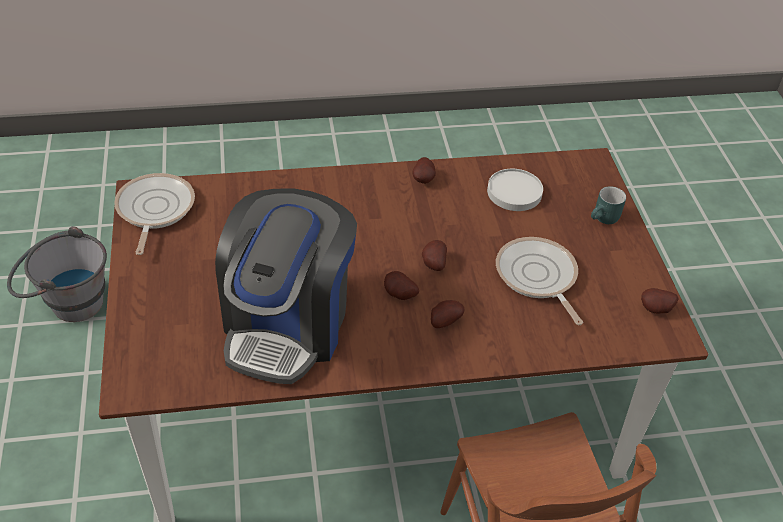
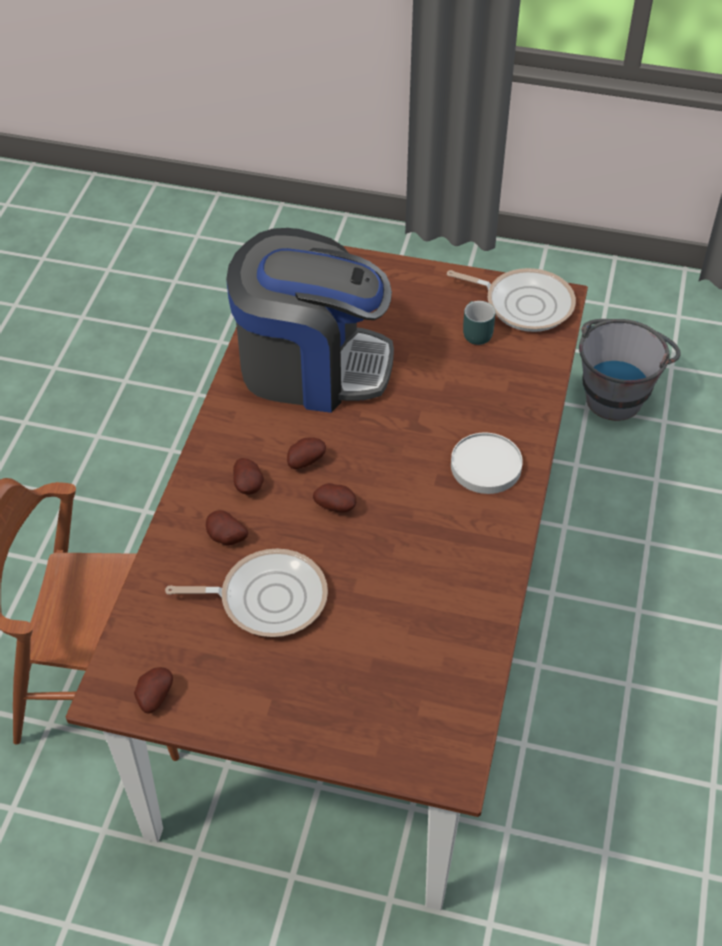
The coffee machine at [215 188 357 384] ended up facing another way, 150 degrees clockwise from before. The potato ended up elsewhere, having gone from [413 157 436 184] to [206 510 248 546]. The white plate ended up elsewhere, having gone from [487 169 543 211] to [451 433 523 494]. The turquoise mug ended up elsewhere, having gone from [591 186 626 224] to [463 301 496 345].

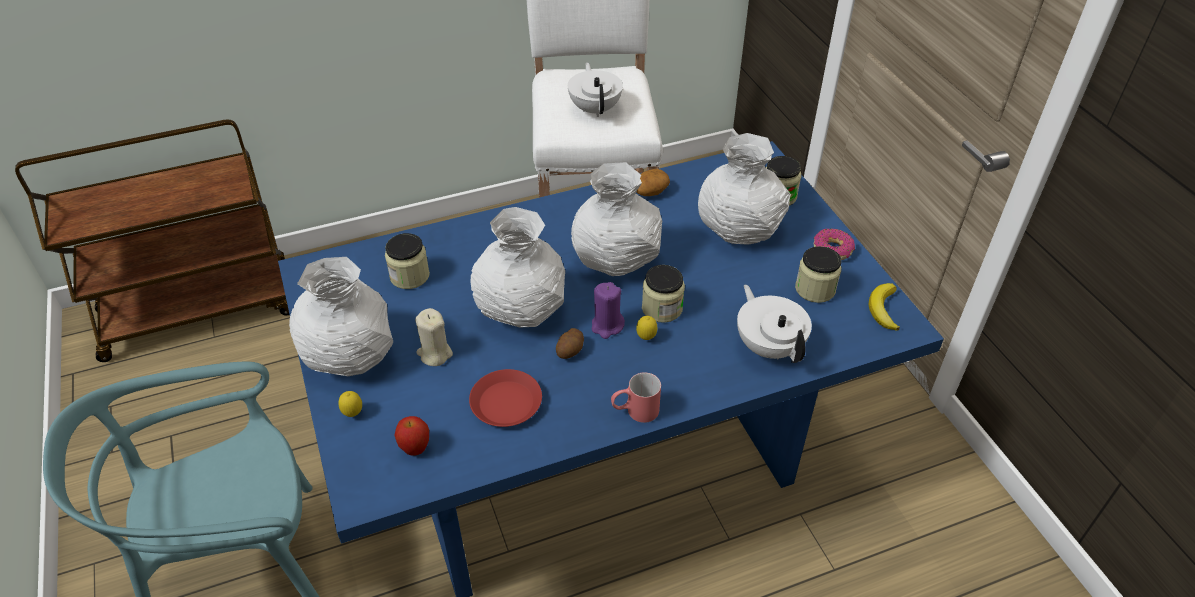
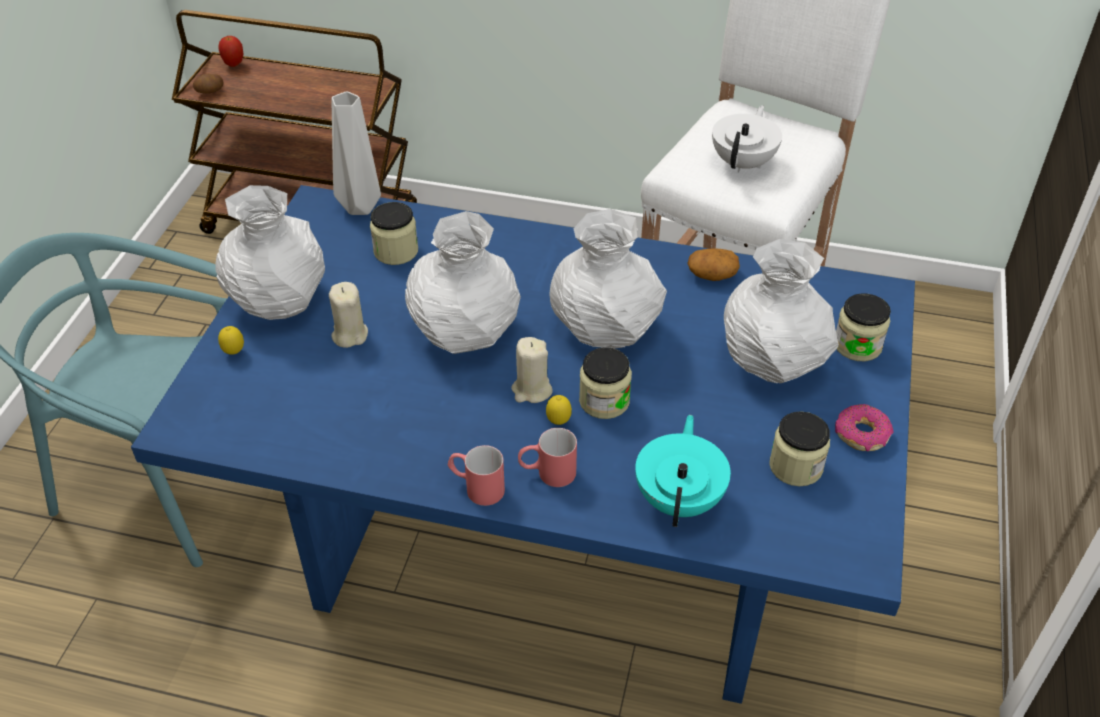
The apple ended up elsewhere, having gone from [394 416 429 455] to [218 36 243 67]. The second view lost the red plate at [469 369 542 427]. The potato ended up elsewhere, having gone from [556 328 584 359] to [193 74 223 93]. What was the purple candle at [592 282 625 339] turned into the beige candle at [511 337 553 403]. What was the white teapot at [737 285 812 363] turned into the turquoise teapot at [635 415 731 527]. The second view lost the banana at [869 283 900 331]. The second view gained the grey vase at [332 91 381 215]. The second view gained the red mug at [518 428 577 487].

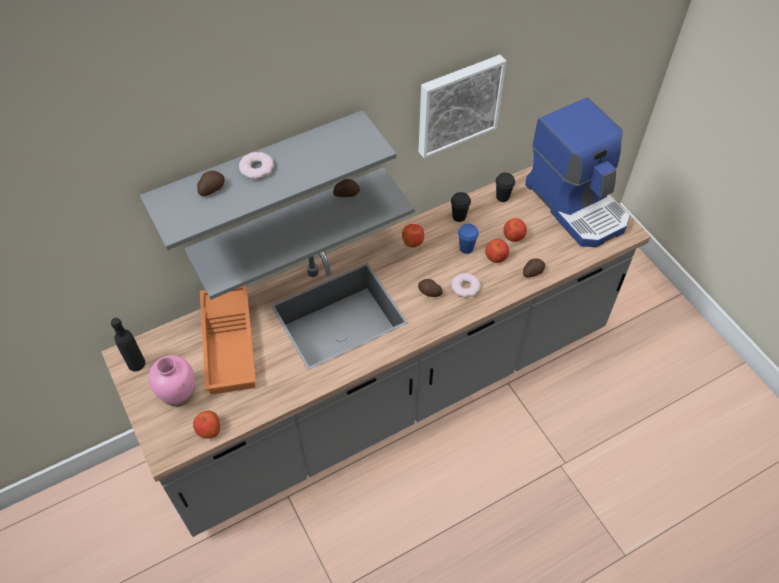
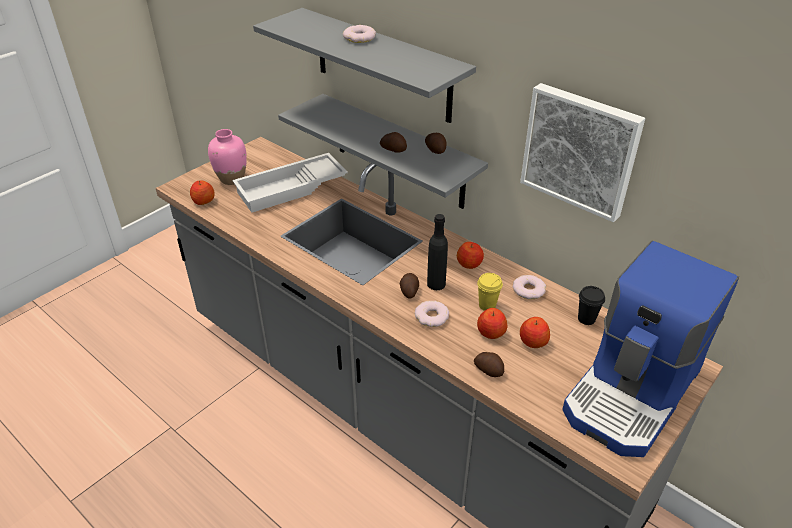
The black bottle ended up elsewhere, having gone from [111 318 145 371] to [427 214 448 290]. The potato ended up elsewhere, having gone from [197 171 225 196] to [380 132 407 153]. What was the orange tray at [200 285 256 395] turned into the white tray at [232 153 348 213]. Where the black cup stood at [451 192 471 222], the donut came to stand at [513 275 546 299]. What was the blue cup at [458 224 479 254] turned into the yellow cup at [477 273 503 311].

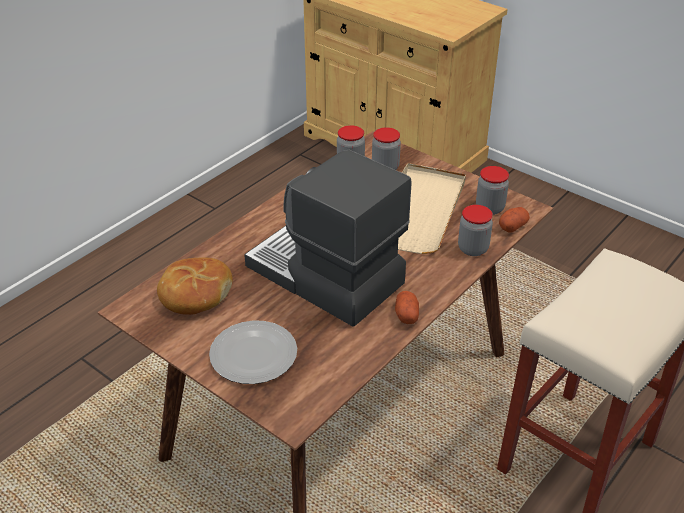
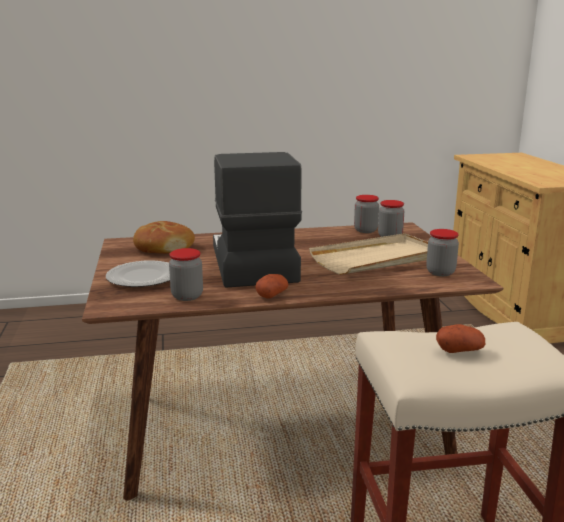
The jar ended up elsewhere, having gone from [458 205 493 256] to [169 248 203 301]. The potato ended up elsewhere, having gone from [499 207 530 233] to [436 324 485 353].

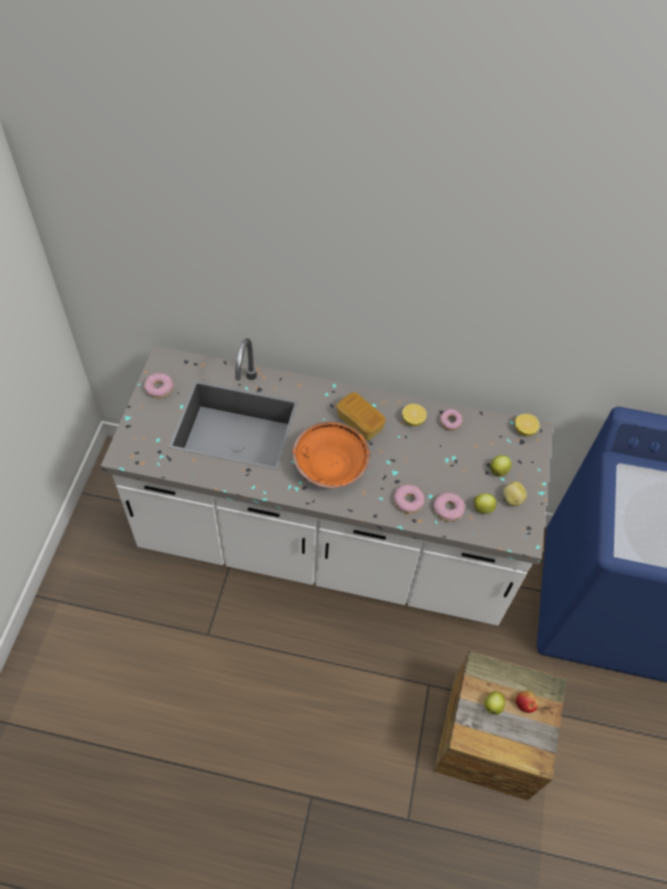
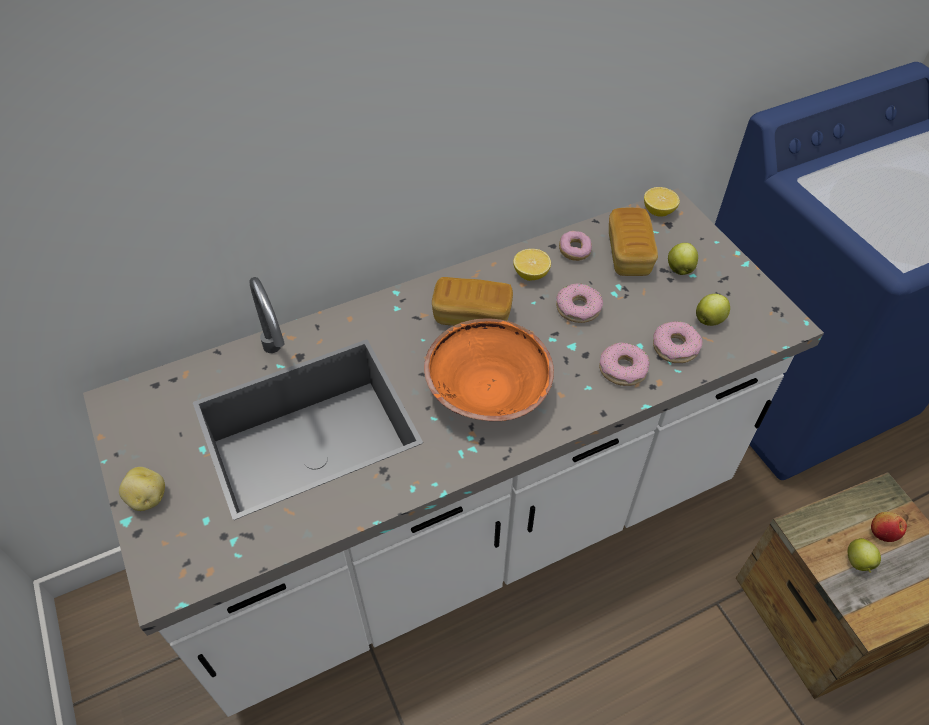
The donut ended up elsewhere, having gone from [144 373 174 399] to [556 284 603 323]. The potato ended up elsewhere, having gone from [503 481 527 506] to [119 467 165 511]. The second view gained the bread at [609 208 658 276].

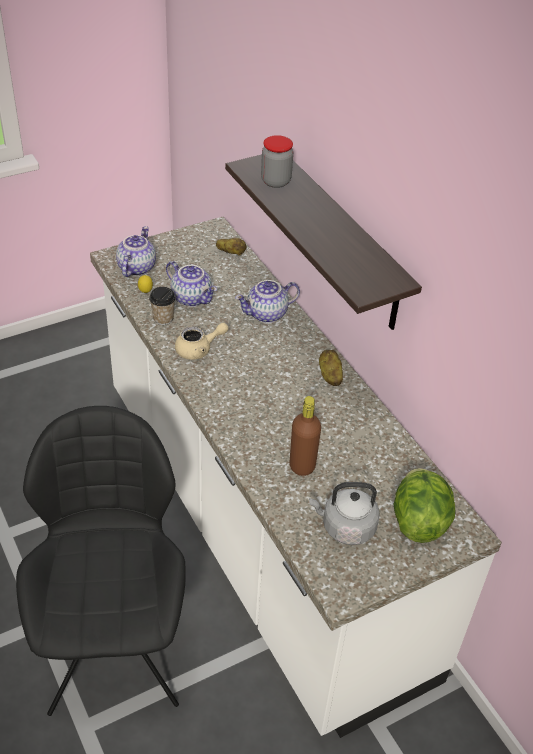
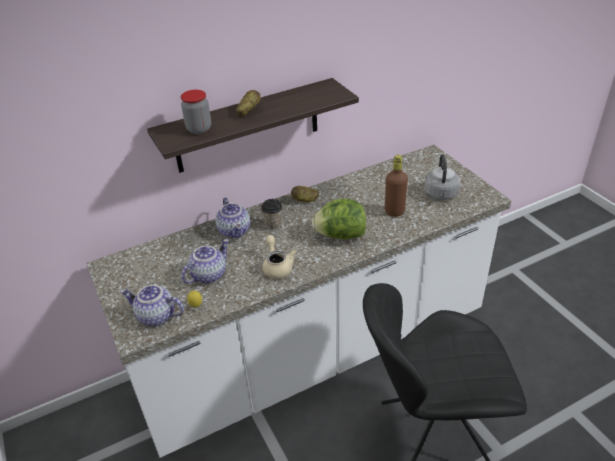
The cup ended up elsewhere, having gone from [149 287 176 325] to [261 199 282 230]. The potato ended up elsewhere, having gone from [216 238 247 256] to [236 90 261 117]. The lettuce ended up elsewhere, having gone from [393 468 456 543] to [312 199 366 239].

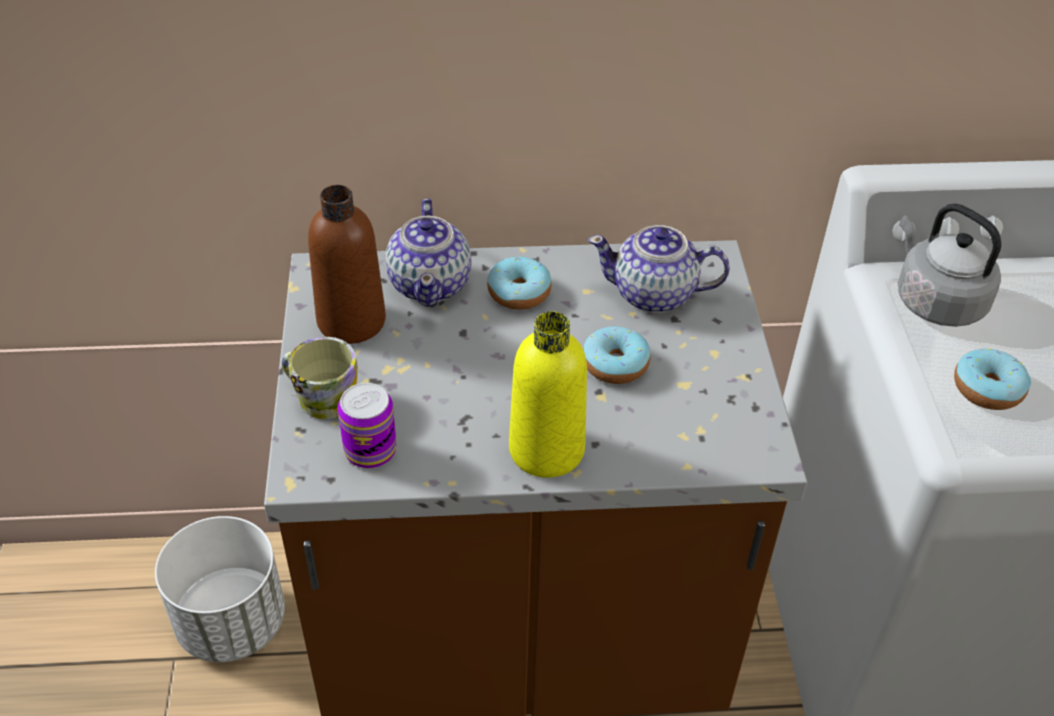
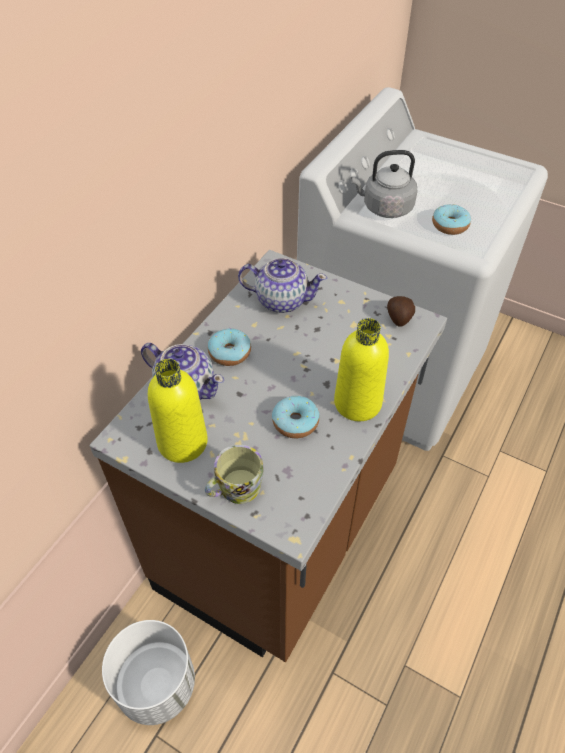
What was the brown bottle at [308 185 386 344] turned into the yellow bottle at [148 359 208 463]. The second view lost the can at [338 383 397 468]. The donut ended up elsewhere, having gone from [583 326 651 384] to [272 396 319 438]. The teapot at [588 225 730 313] ended up facing another way, 120 degrees counterclockwise from before. The second view gained the potato at [387 296 415 327].

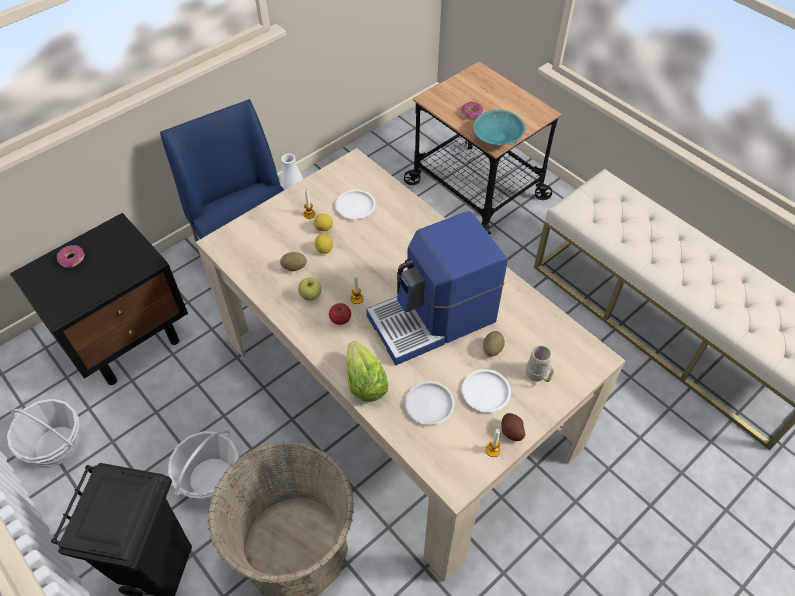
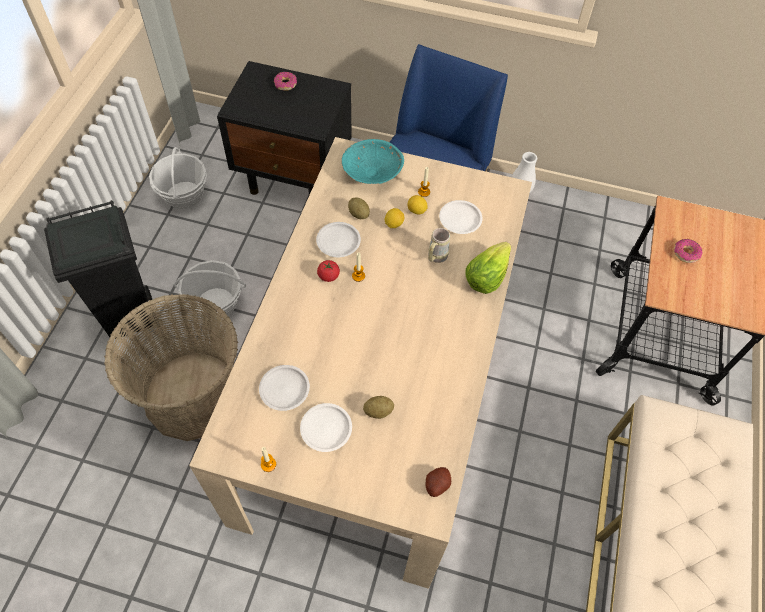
Where the apple stood at [298 277 322 301], the white plate came to stand at [316 222 361 257]. The lettuce ended up elsewhere, having gone from [346 341 388 402] to [465 242 511 294]. The second view lost the coffee machine at [366 211 507 365]. The turquoise bowl ended up elsewhere, having gone from [473 110 525 145] to [342 139 404 184]. The potato ended up elsewhere, having gone from [502 413 525 441] to [426 467 451 497]. The beige mug ended up elsewhere, having gone from [526 345 555 382] to [428 228 450 263].

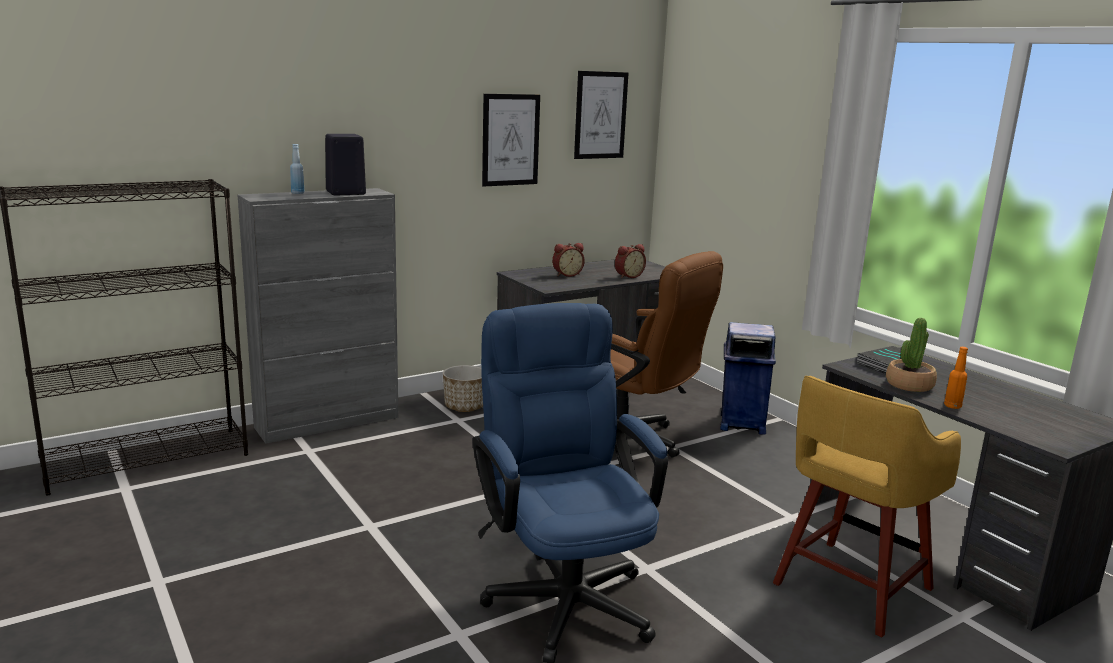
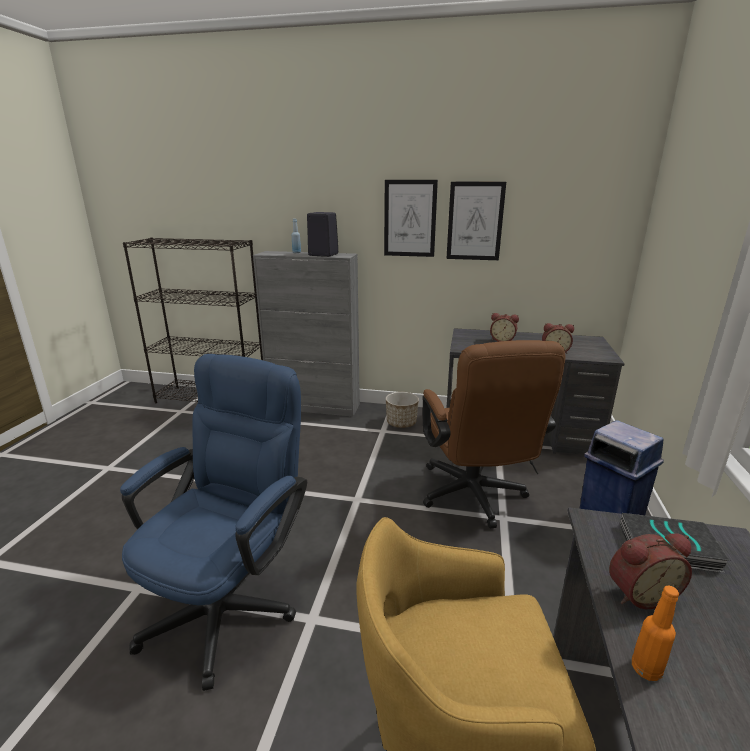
The picture ended up elsewhere, having gone from [574 71 628 159] to [384 180 438 257]. Where the potted plant stood at [886 318 937 392], the alarm clock came to stand at [609 533 692 609].

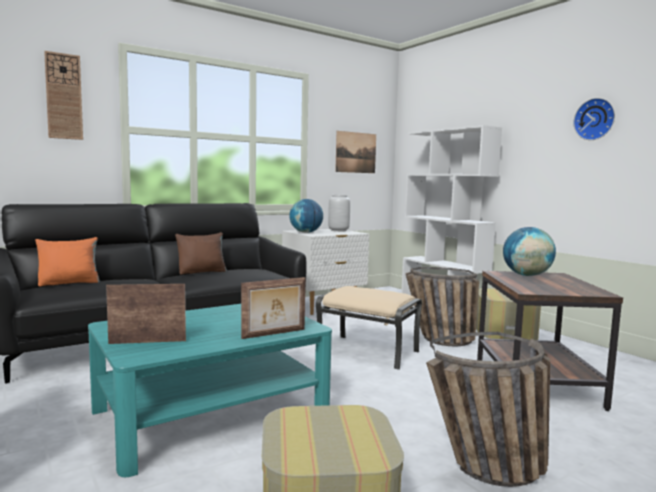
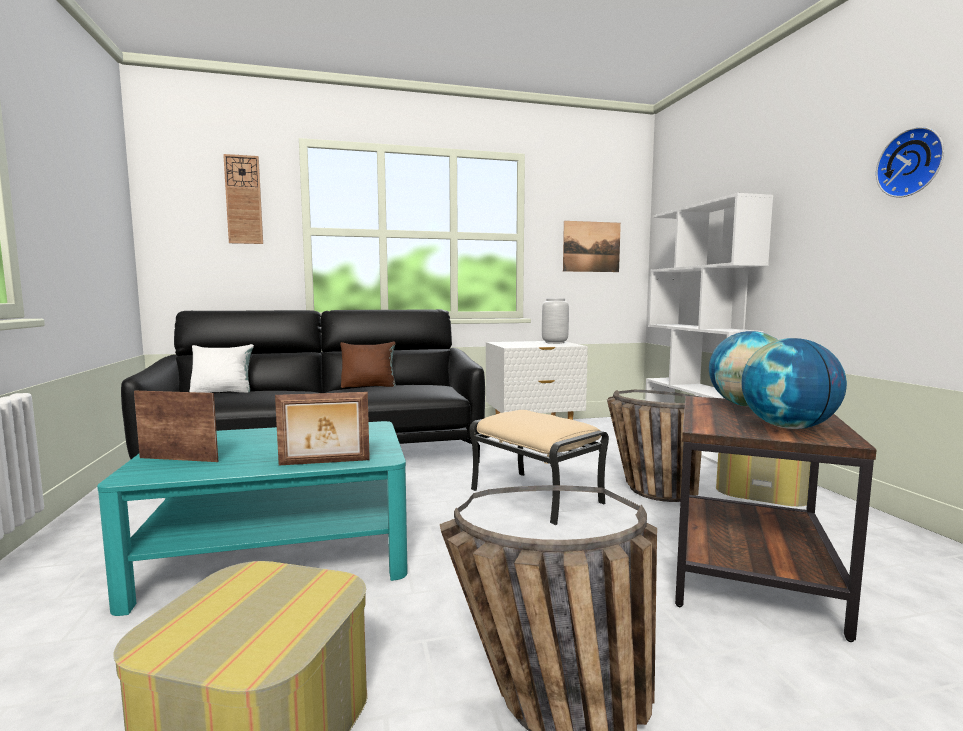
What was the orange pillow at [35 237 100 286] turned into the white pillow at [189 344 254 393]. The globe ended up elsewhere, having gone from [289 199 323 233] to [742 338 847 429].

